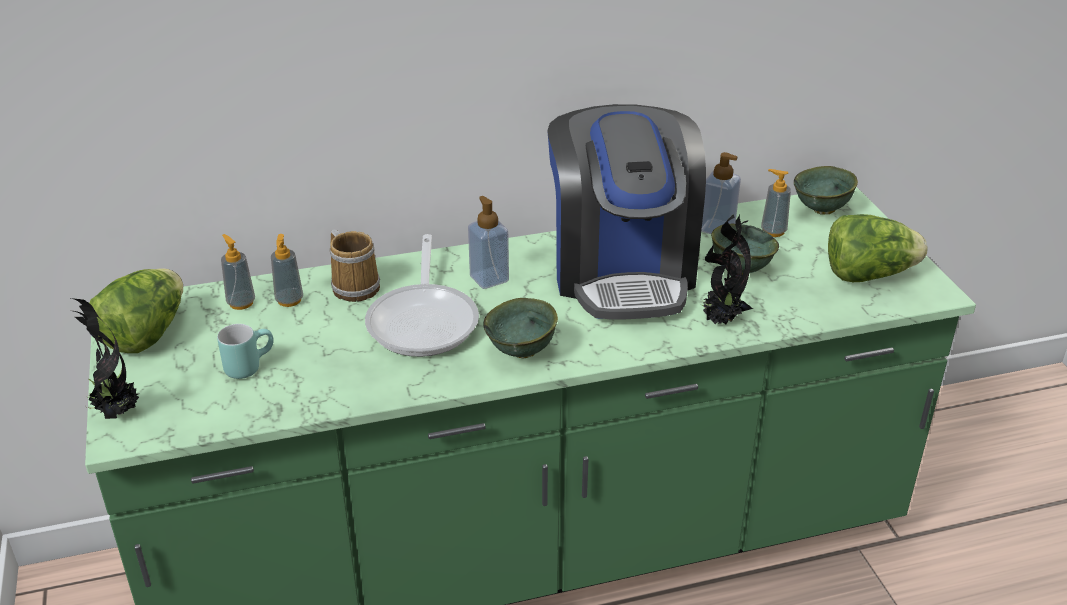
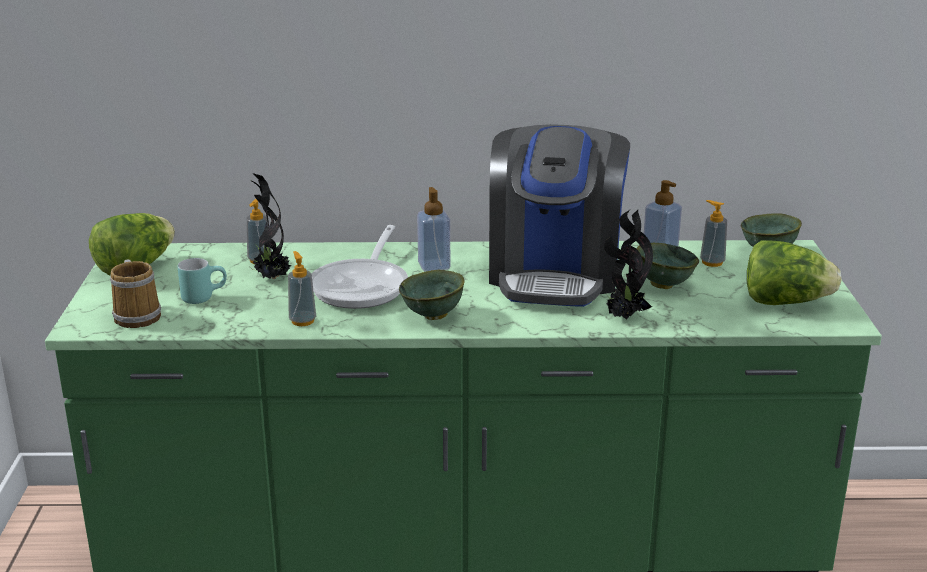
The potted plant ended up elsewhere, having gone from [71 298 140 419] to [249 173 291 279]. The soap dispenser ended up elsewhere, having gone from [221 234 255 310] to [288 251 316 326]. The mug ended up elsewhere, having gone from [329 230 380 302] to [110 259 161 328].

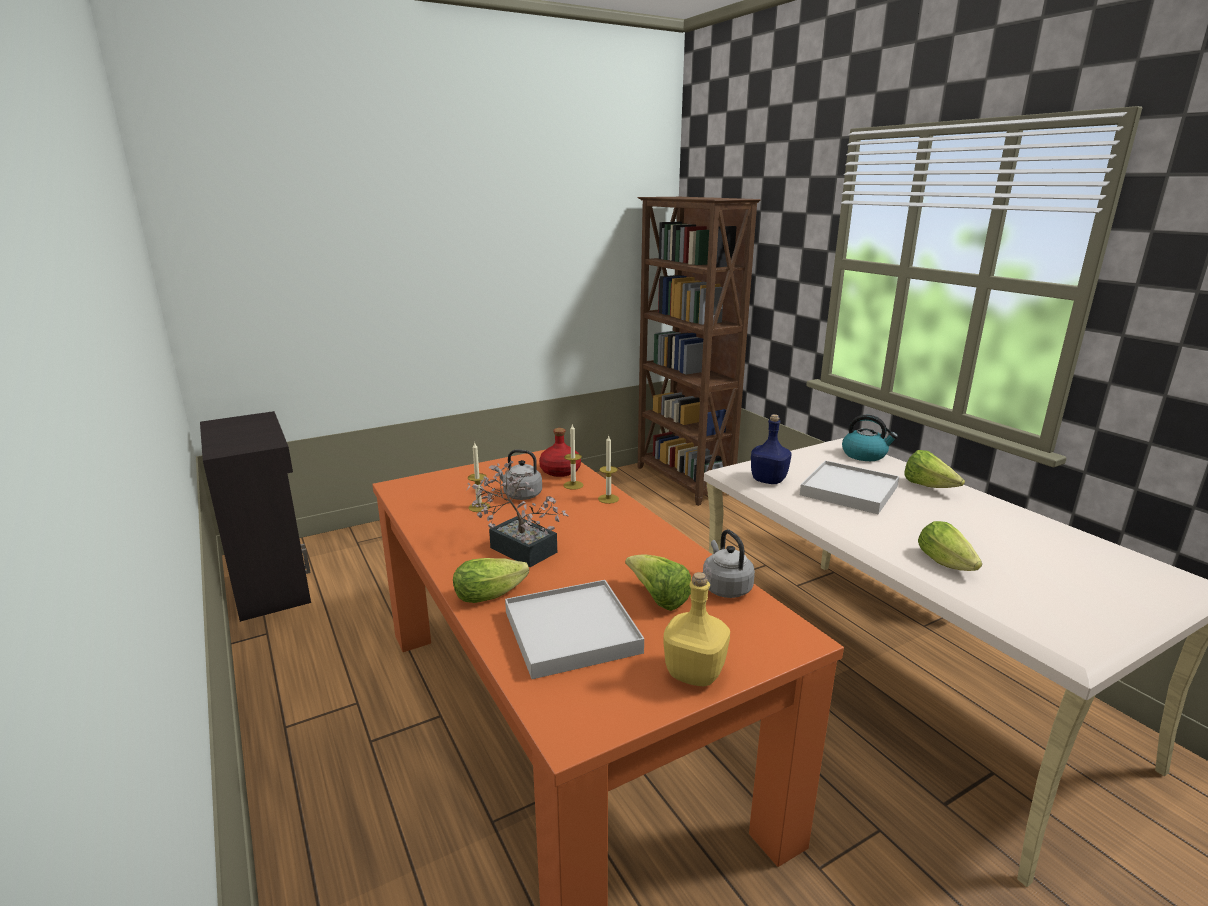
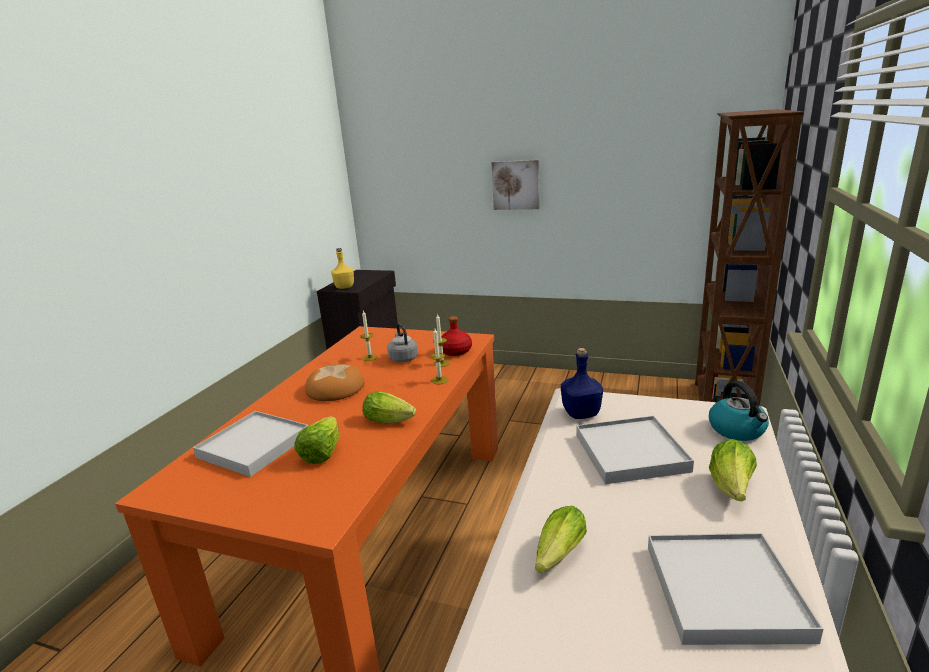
The lettuce ended up elsewhere, having gone from [453 558 529 603] to [362 391 416 424]. Where the potted plant stood at [467 461 569 567], the bread came to stand at [305 364 364 401]. The yellow bottle ended up elsewhere, having gone from [663 572 730 686] to [331 248 354 289]. The second view lost the grey kettle at [703 529 755 598]. The second view gained the picture at [491 160 540 210]. The second view gained the white tray at [648 533 823 645].

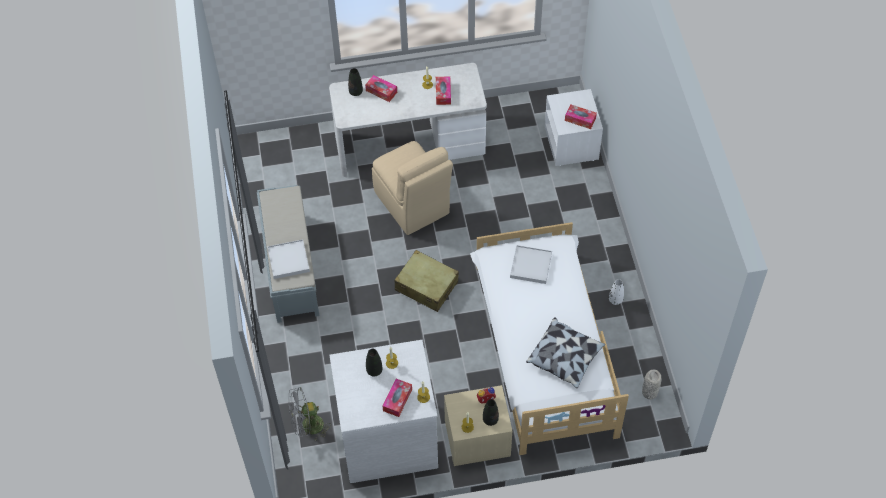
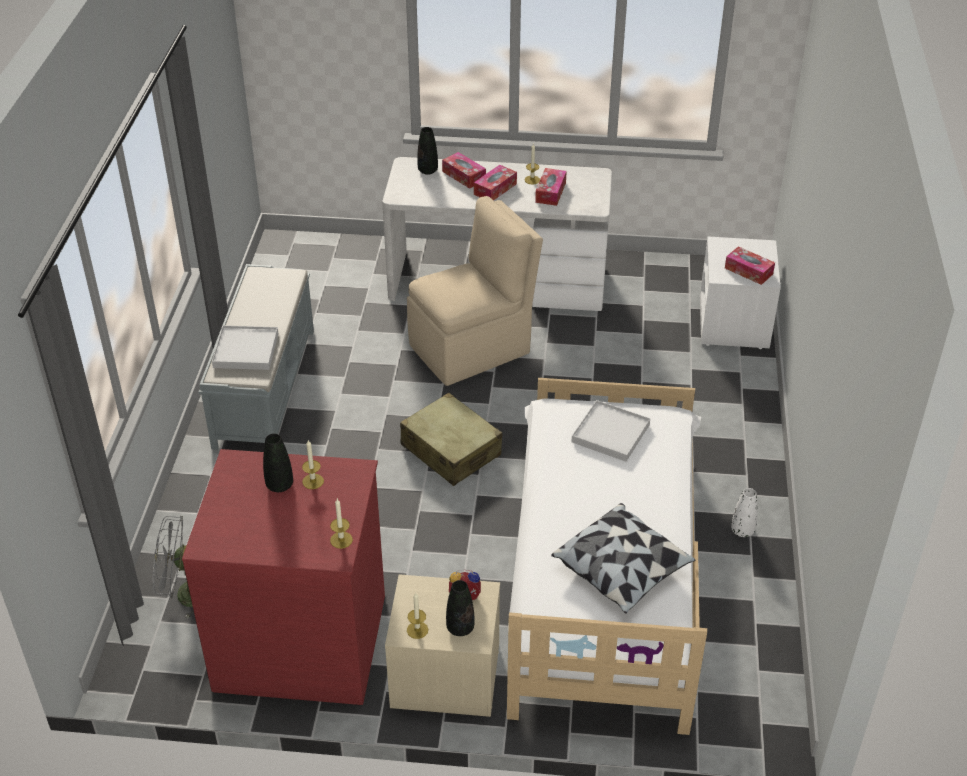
What was the white dresser at [329 340 438 483] turned into the red dresser at [182 449 385 705]. The beige chair at [372 141 453 235] ended up facing another way, 105 degrees counterclockwise from before. The tissue box ended up elsewhere, having gone from [383 379 412 417] to [474 165 517 200]. The second view lost the grey vase at [642 370 661 400].

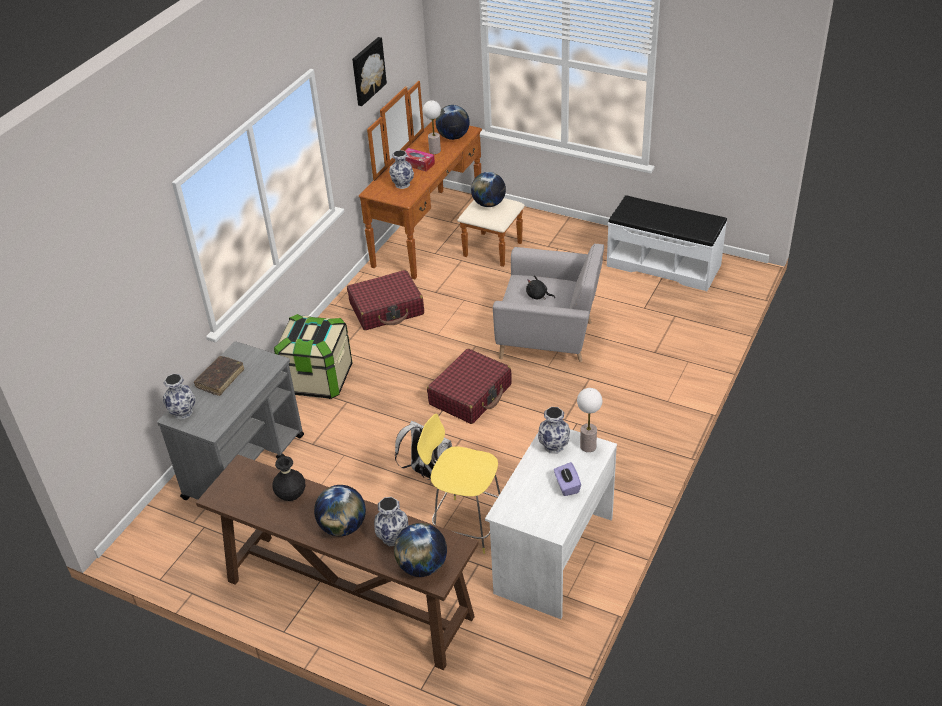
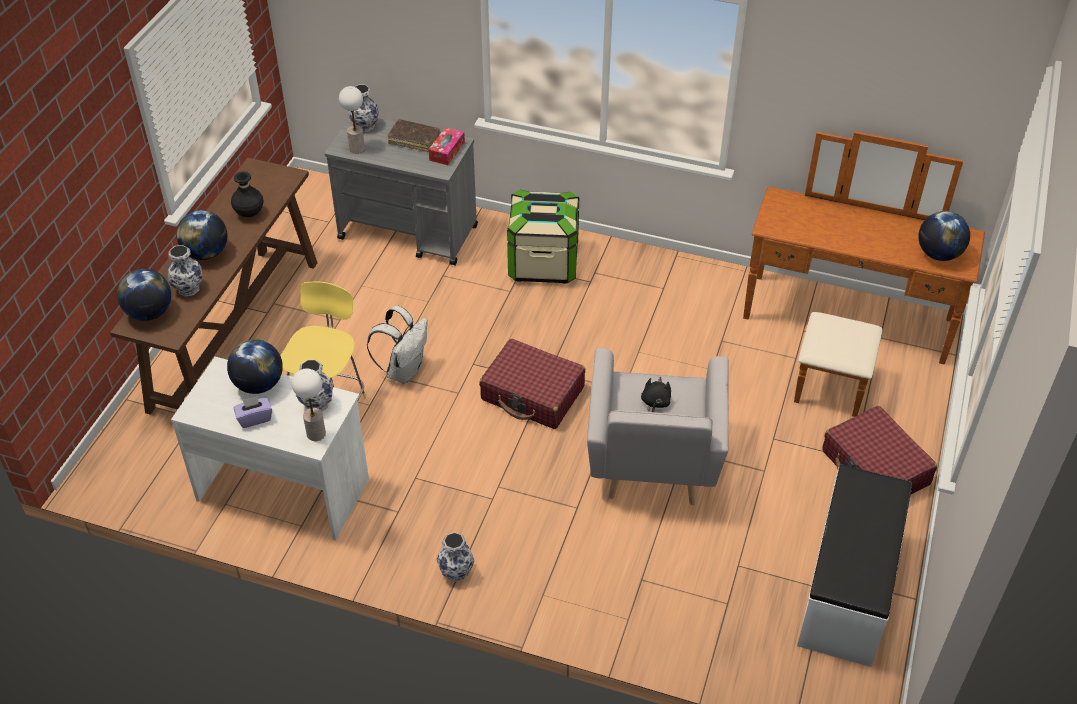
The red suitcase ended up elsewhere, having gone from [347 270 424 330] to [822 406 937 494]. The second view lost the picture at [352 37 387 106]. The vase ended up elsewhere, having gone from [389 150 414 189] to [436 532 475 582]. The tissue box ended up elsewhere, having gone from [405 148 435 172] to [428 127 465 165]. The table lamp ended up elsewhere, having gone from [423 100 441 154] to [339 86 365 154]. The globe ended up elsewhere, having gone from [471 172 506 207] to [227 339 283 394].

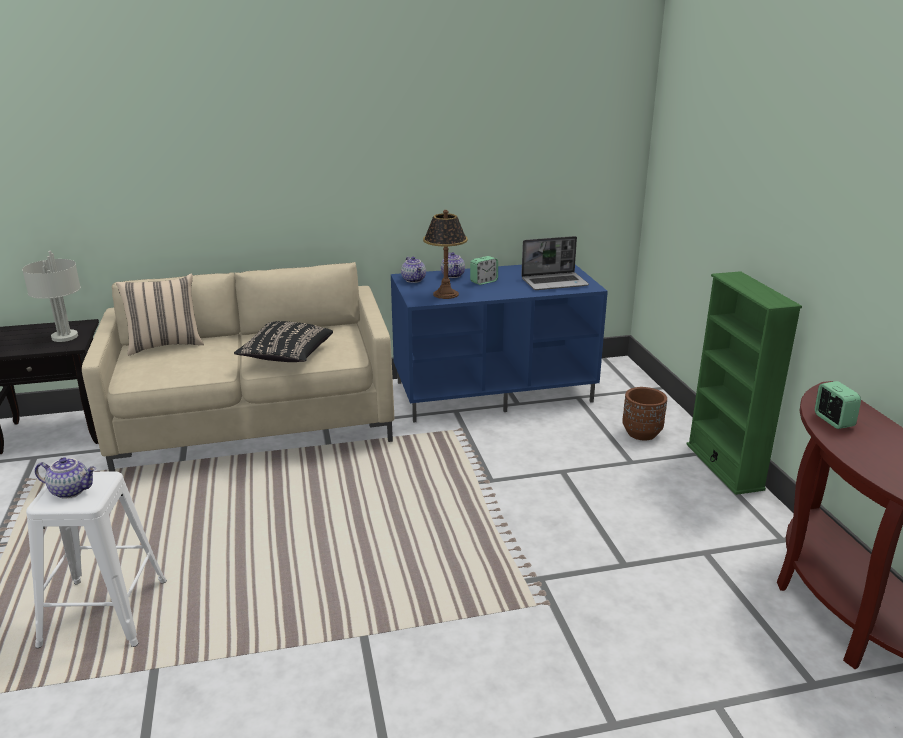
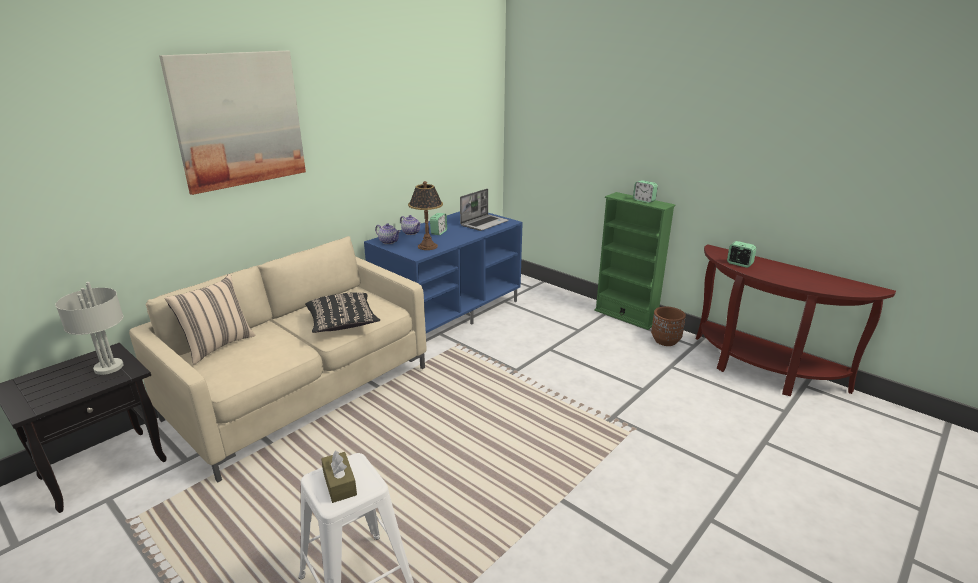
Where the teapot stood at [35 457 96 499], the brown tissue box came to stand at [321 450 357 503]. The brown planter ended up elsewhere, having gone from [622 387 667 441] to [651 307 686 346]. The second view gained the picture at [159 51 306 195]. The second view gained the alarm clock at [633 180 658 203].

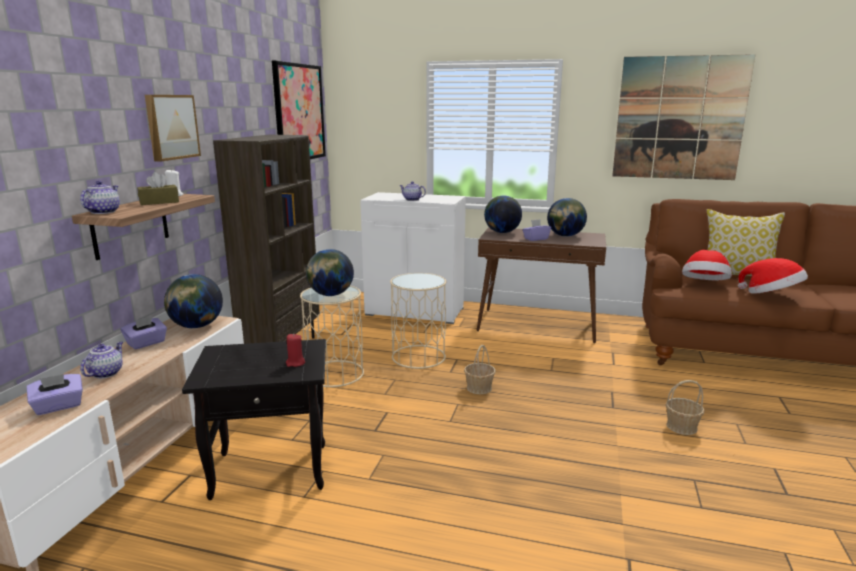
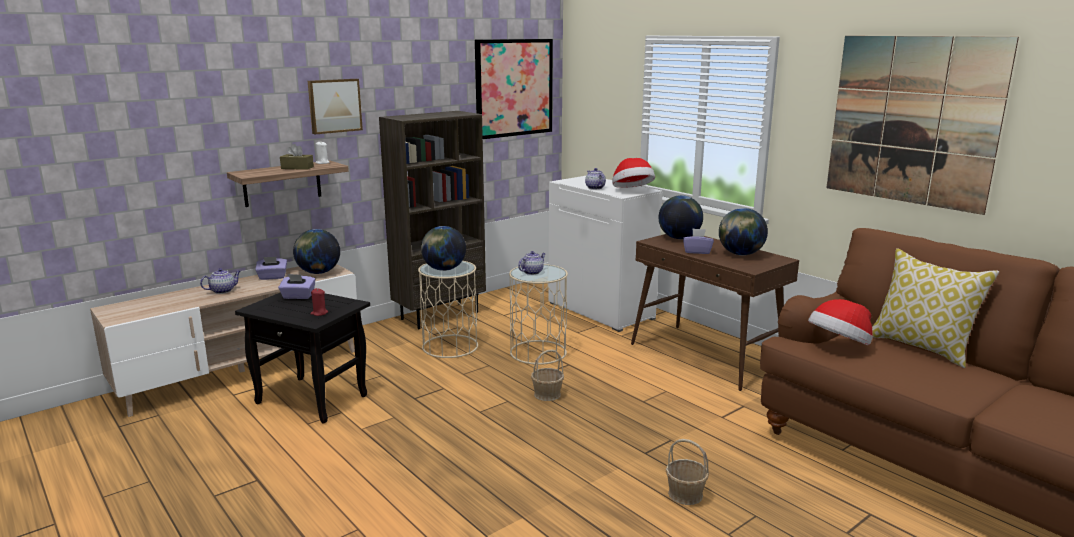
The purple tissue box ended up elsewhere, having gone from [27 374 83 415] to [278 274 315 299]. The teapot ended up elsewhere, having gone from [80 181 120 214] to [518 251 546 275]. The hat ended up elsewhere, having gone from [738 258 808 294] to [612 158 655 188].

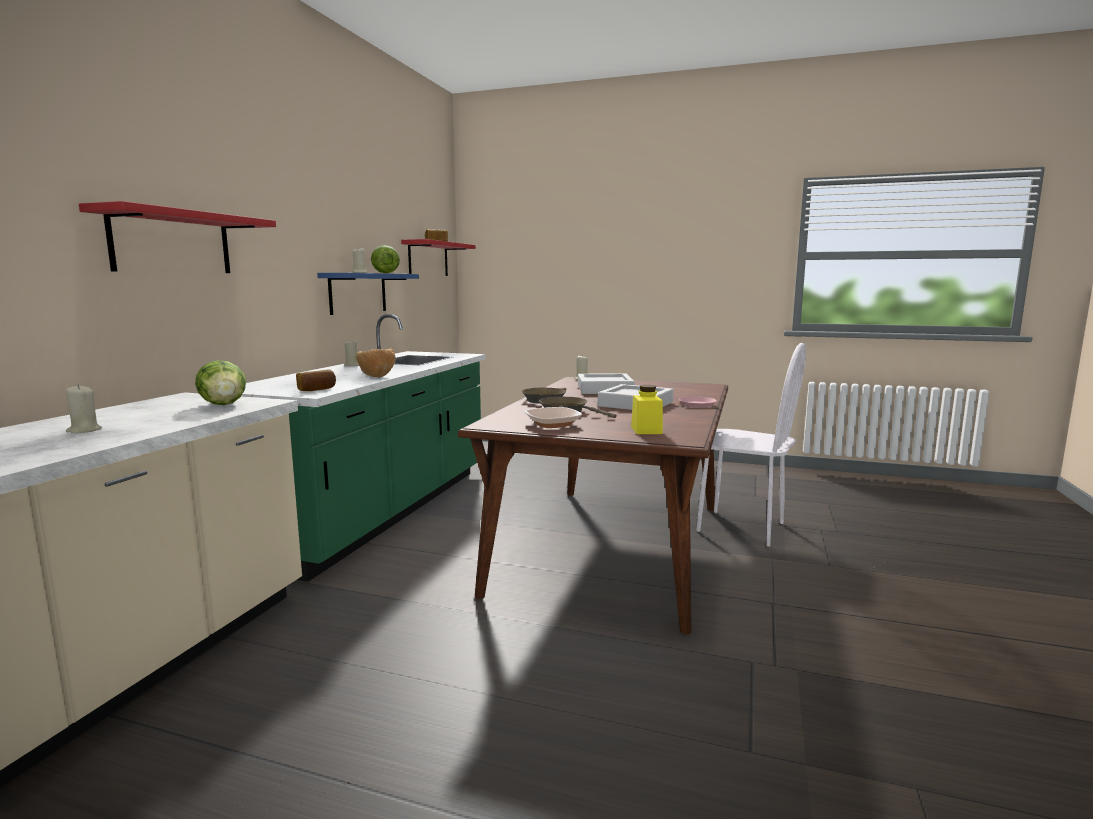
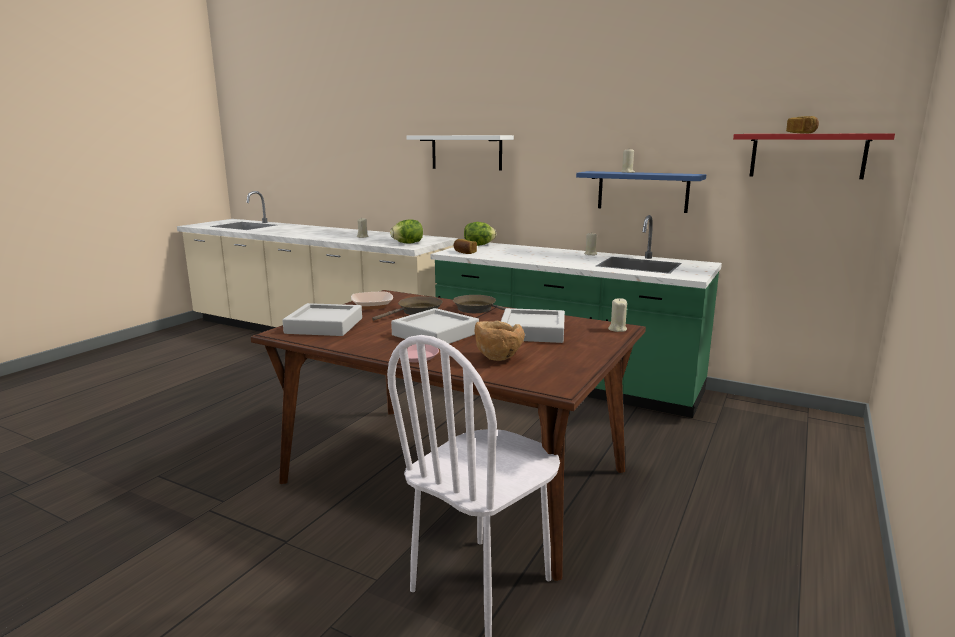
What was the red shelf at [79 201 276 273] turned into the white shelf at [406 135 514 170]. The brown bowl ended up elsewhere, having gone from [356 348 396 377] to [475 321 525 361]. The lettuce ended up elsewhere, having gone from [371 245 400 273] to [464 222 496 246]. Where the yellow jar stood at [631 385 663 434], the grey tray came to stand at [282 303 362 336].

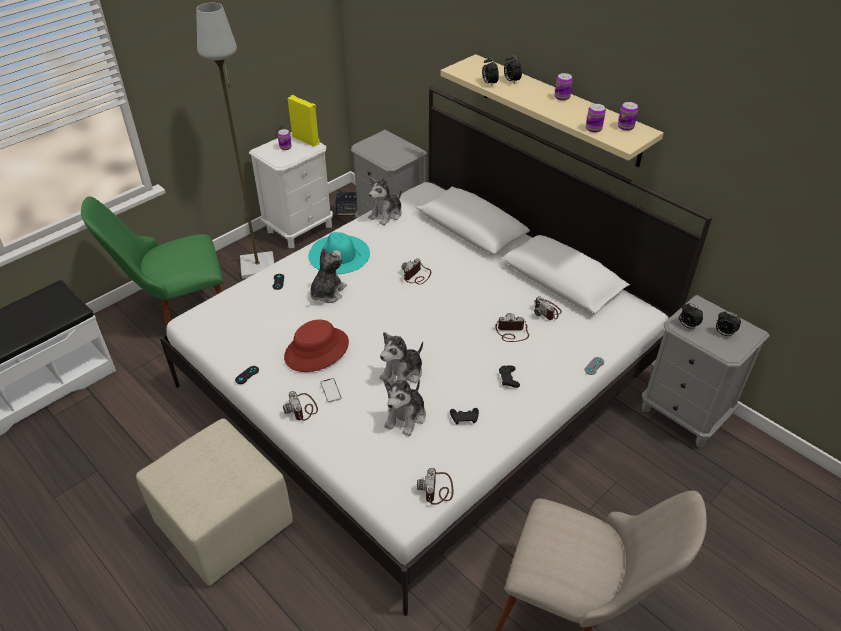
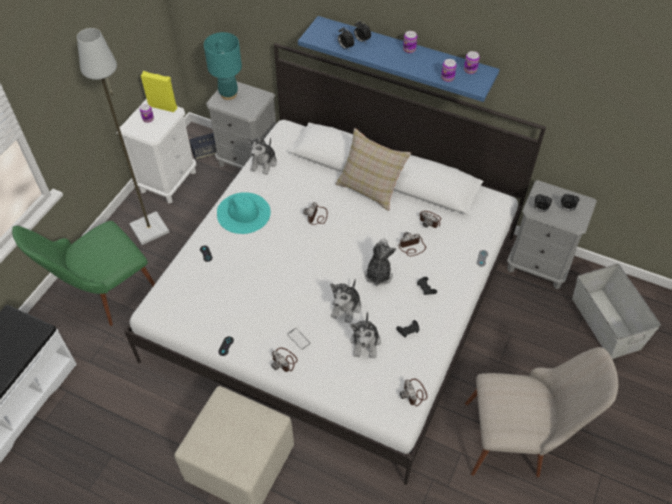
The second view lost the red hat at [284 320 349 372]. The plush toy ended up elsewhere, having gone from [310 248 347 303] to [364 238 396 286]. What was the beige shelf at [440 54 664 167] turned into the blue shelf at [298 16 500 102]. The second view gained the turquoise table lamp at [204 32 242 100]. The second view gained the beige pillow at [335 128 411 211]. The second view gained the grey storage box at [572 264 661 359].

